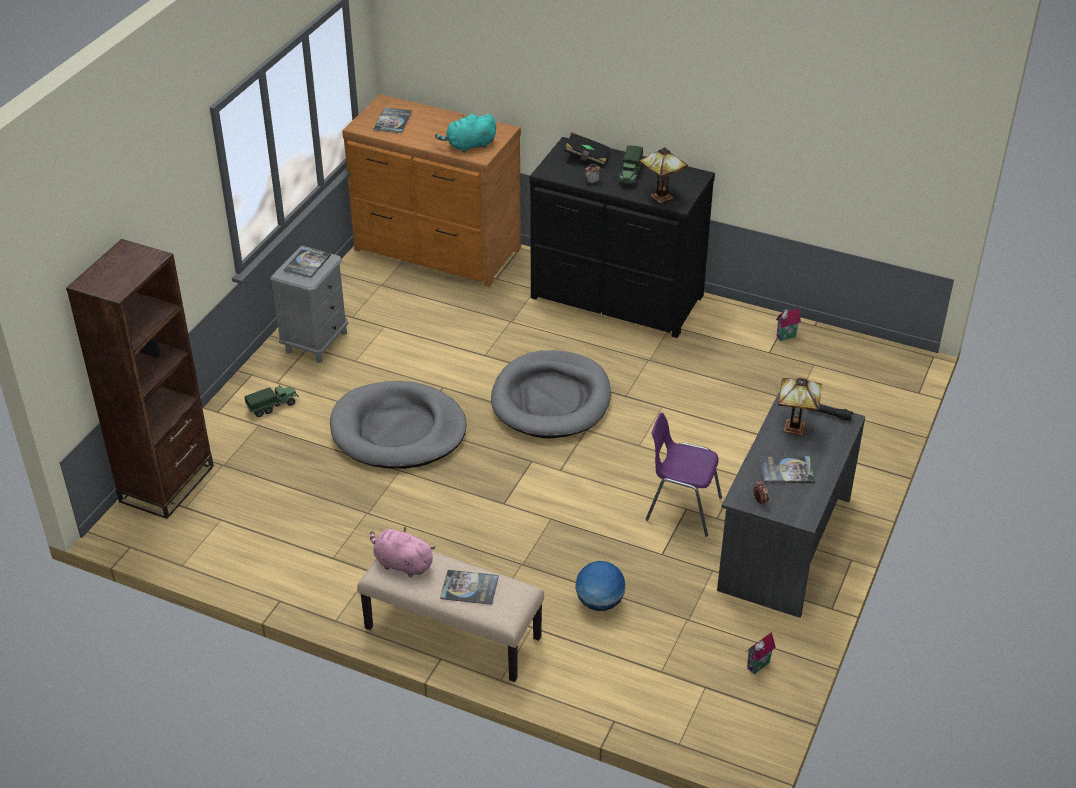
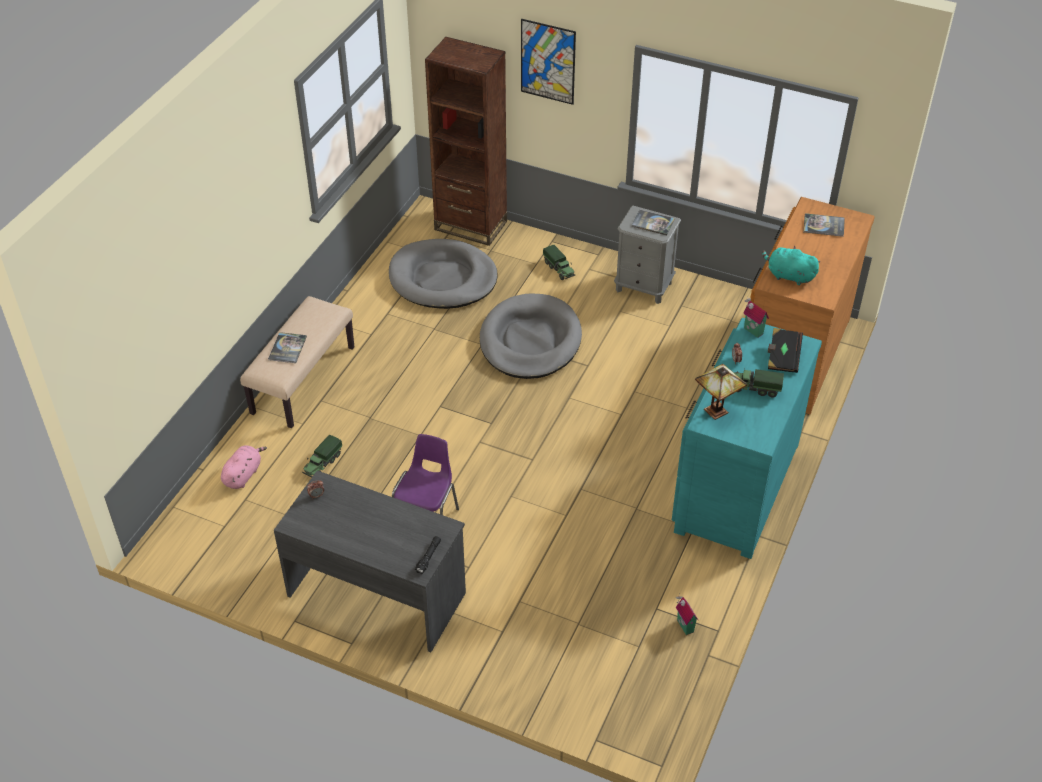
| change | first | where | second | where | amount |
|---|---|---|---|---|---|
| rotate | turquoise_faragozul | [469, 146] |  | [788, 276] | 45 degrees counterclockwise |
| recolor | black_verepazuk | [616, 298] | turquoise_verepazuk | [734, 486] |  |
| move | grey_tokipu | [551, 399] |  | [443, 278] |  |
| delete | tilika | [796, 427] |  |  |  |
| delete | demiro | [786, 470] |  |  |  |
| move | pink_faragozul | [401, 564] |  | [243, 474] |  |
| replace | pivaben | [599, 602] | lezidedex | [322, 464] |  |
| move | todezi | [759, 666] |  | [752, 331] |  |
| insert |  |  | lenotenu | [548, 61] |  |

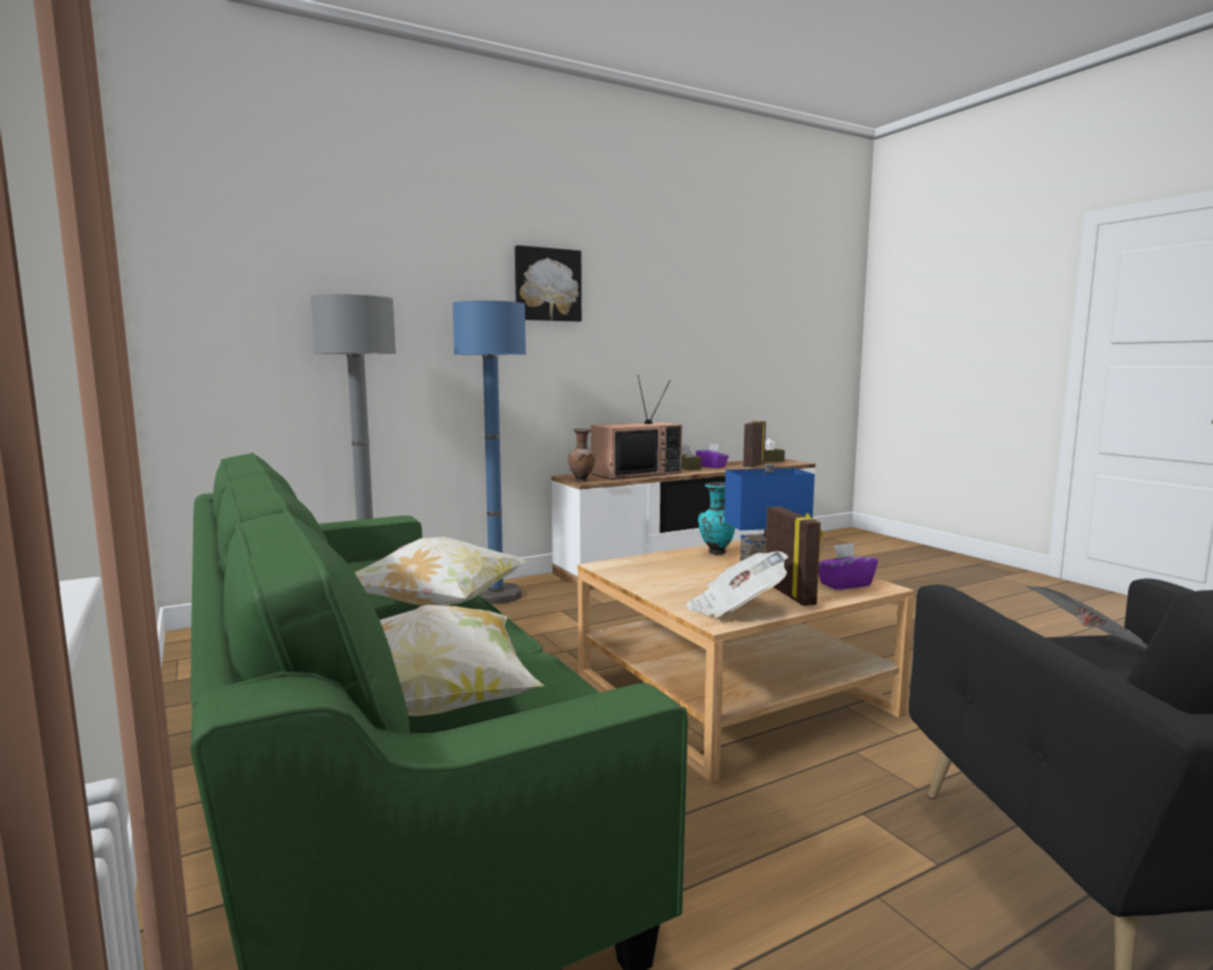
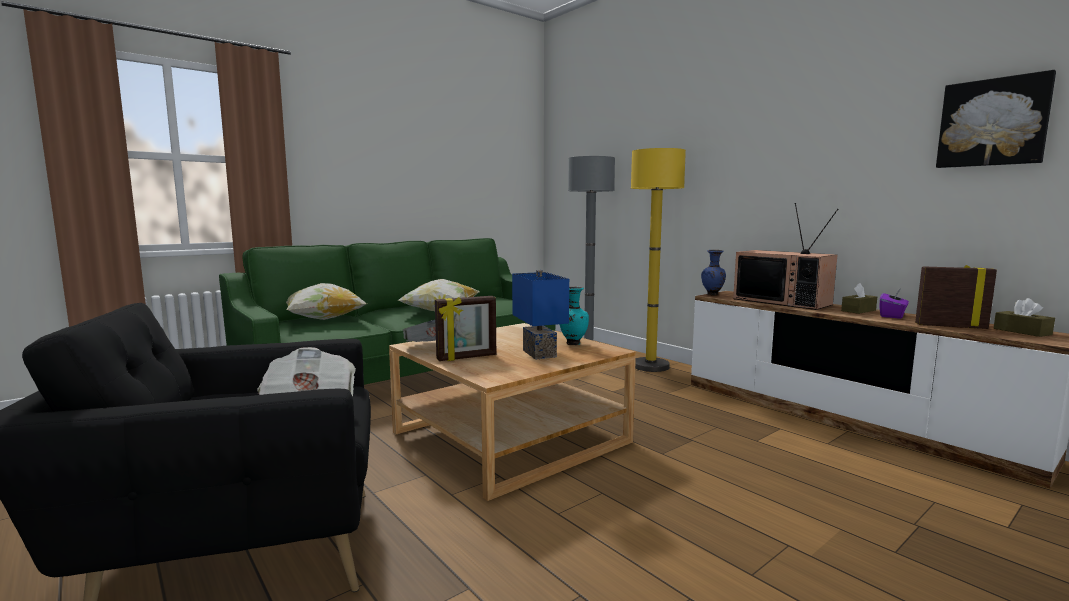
| change | first | where | second | where | amount |
|---|---|---|---|---|---|
| move | lenotenu | [547, 285] |  | [993, 123] |  |
| recolor | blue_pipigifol | [496, 596] | yellow_pipigifol | [650, 366] |  |
| recolor | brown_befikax | [582, 481] | blue_befikax | [712, 295] |  |
| delete | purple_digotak | [844, 584] |  |  |  |

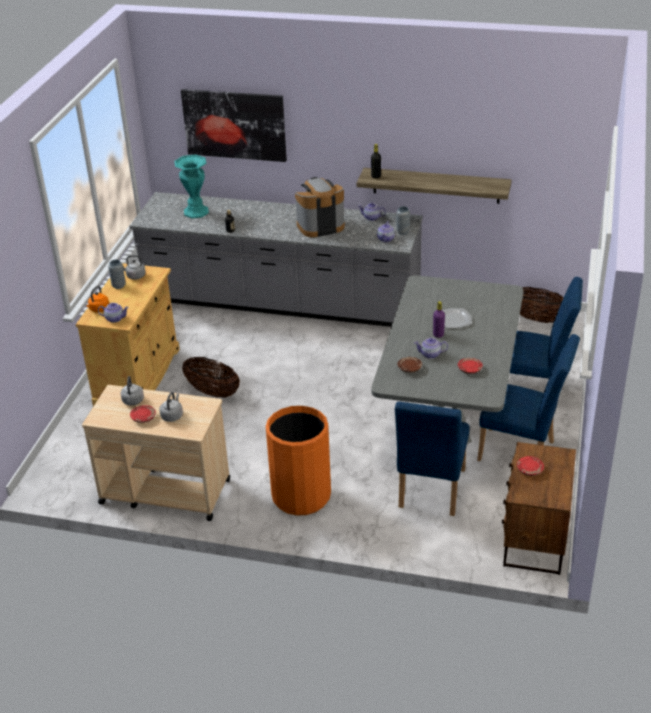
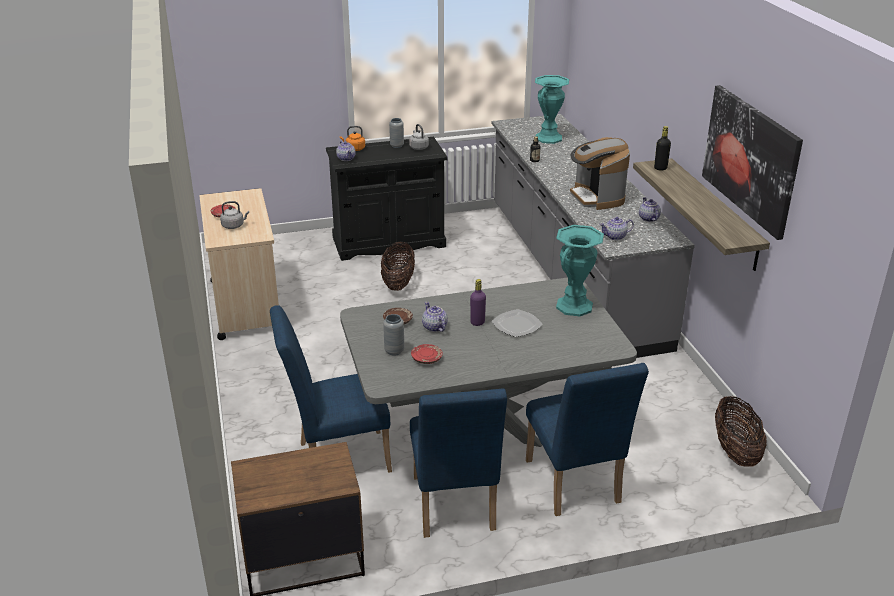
| change | first | where | second | where | amount |
|---|---|---|---|---|---|
| move | lenotenu | [234, 124] |  | [750, 159] |  |
| rotate | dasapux | [320, 226] |  | [597, 197] | 150 degrees counterclockwise |
| move | grey_befikax | [403, 232] |  | [394, 351] |  |
| recolor | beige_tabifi | [138, 377] | black_tabifi | [389, 242] |  |
| delete | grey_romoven | [133, 401] |  |  |  |
| delete | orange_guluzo | [301, 495] |  |  |  |
| delete | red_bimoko | [530, 470] |  |  |  |
| insert |  |  | turquoise_befikax | [574, 306] |  |

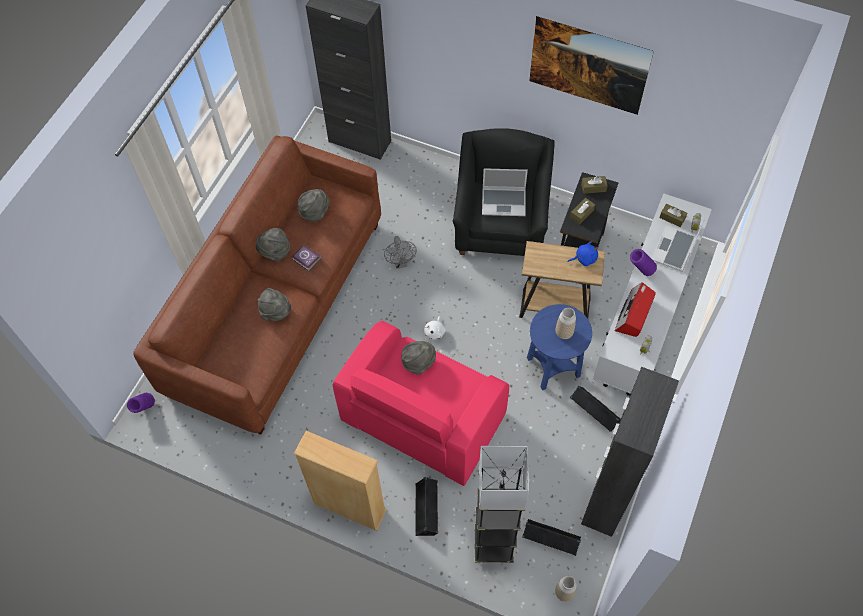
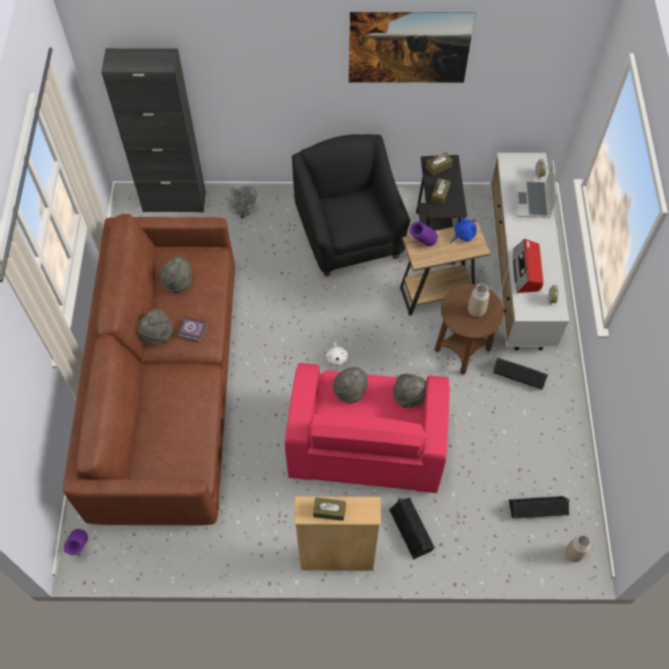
| change | first | where | second | where | amount |
|---|---|---|---|---|---|
| delete | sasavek | [504, 202] |  |  |  |
| move | brown_digotak | [672, 218] |  | [329, 511] |  |
| move | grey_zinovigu | [401, 263] |  | [243, 213] |  |
| move | purple_befikax | [640, 271] |  | [422, 243] |  |
| move | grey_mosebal | [276, 312] |  | [409, 396] |  |
| recolor | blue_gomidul | [553, 367] | brown_gomidul | [462, 350] |  |
| delete | black_tabifi | [607, 498] |  |  |  |
| delete | grey_pipigifol | [493, 545] |  |  |  |

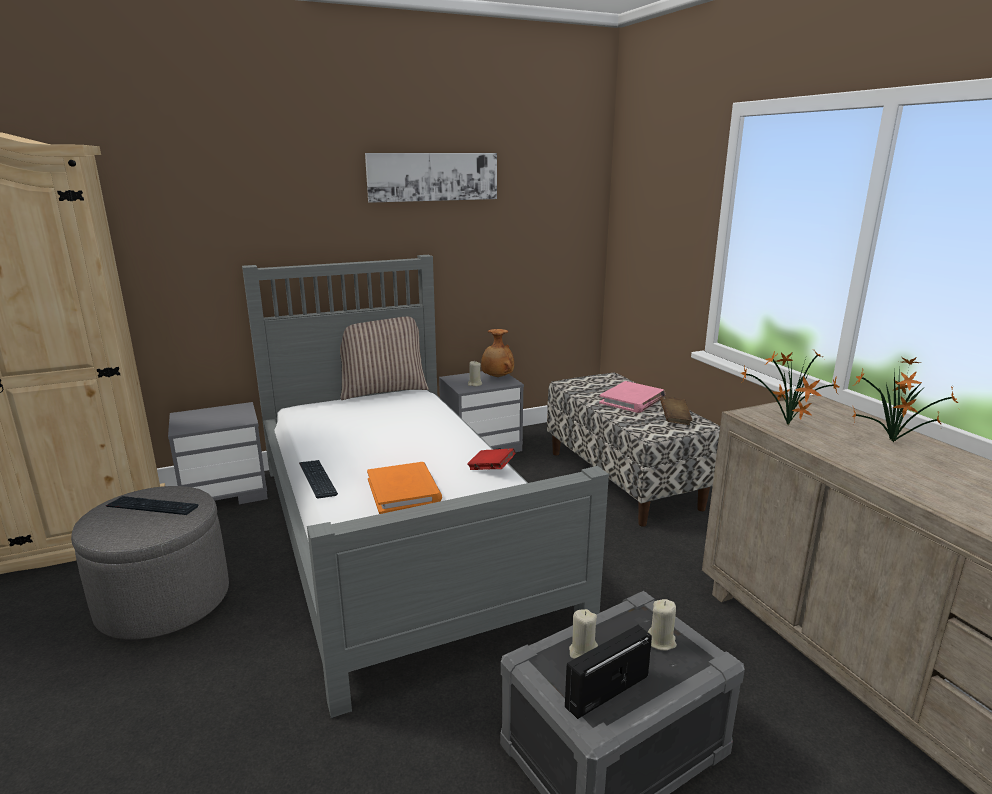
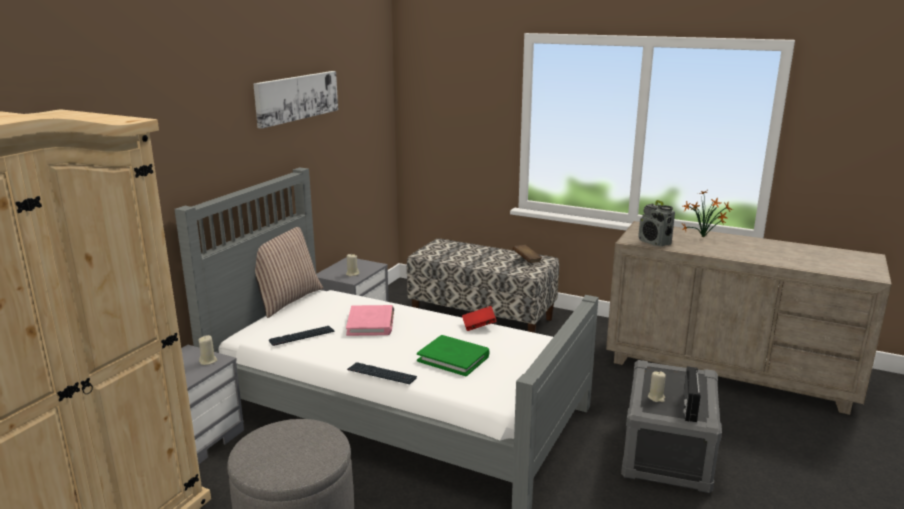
| change | first | where | second | where | amount |
|---|---|---|---|---|---|
| delete | brown_befikax | [497, 377] |  |  |  |
| replace | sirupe | [787, 426] | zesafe | [654, 242] |  |
| move | pink_demiro | [632, 400] |  | [371, 323] |  |
| recolor | orange_demiro | [404, 491] | green_demiro | [453, 358] |  |
| move | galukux | [152, 507] |  | [302, 337] |  |
| move | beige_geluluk | [661, 641] |  | [208, 361] |  |

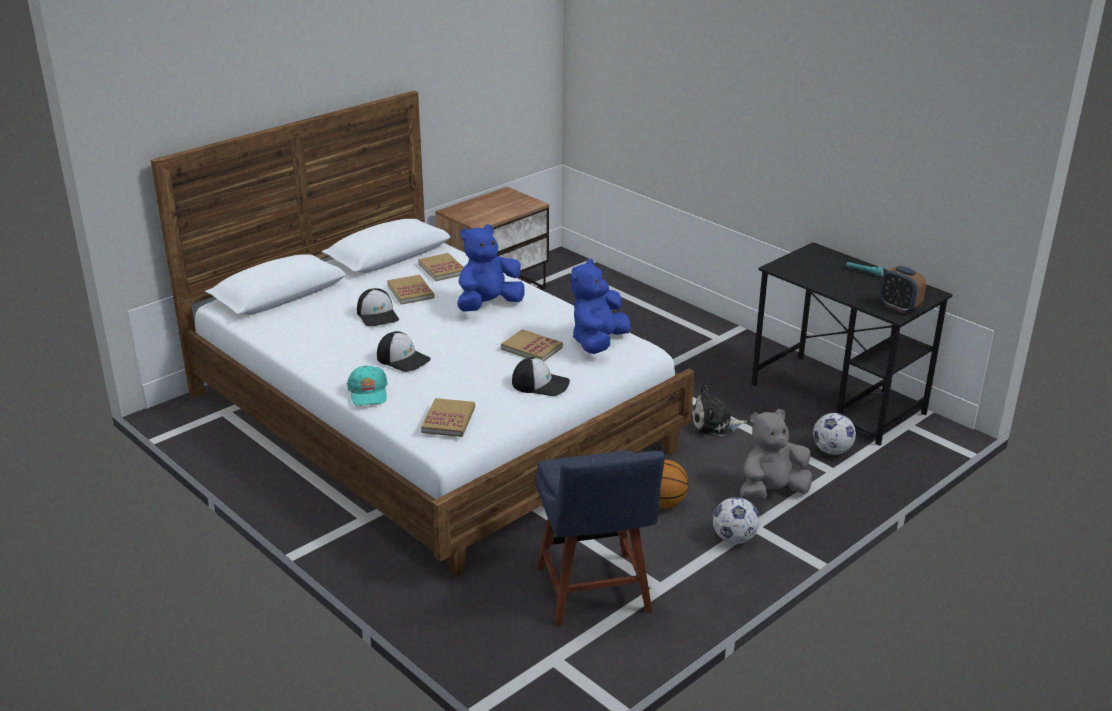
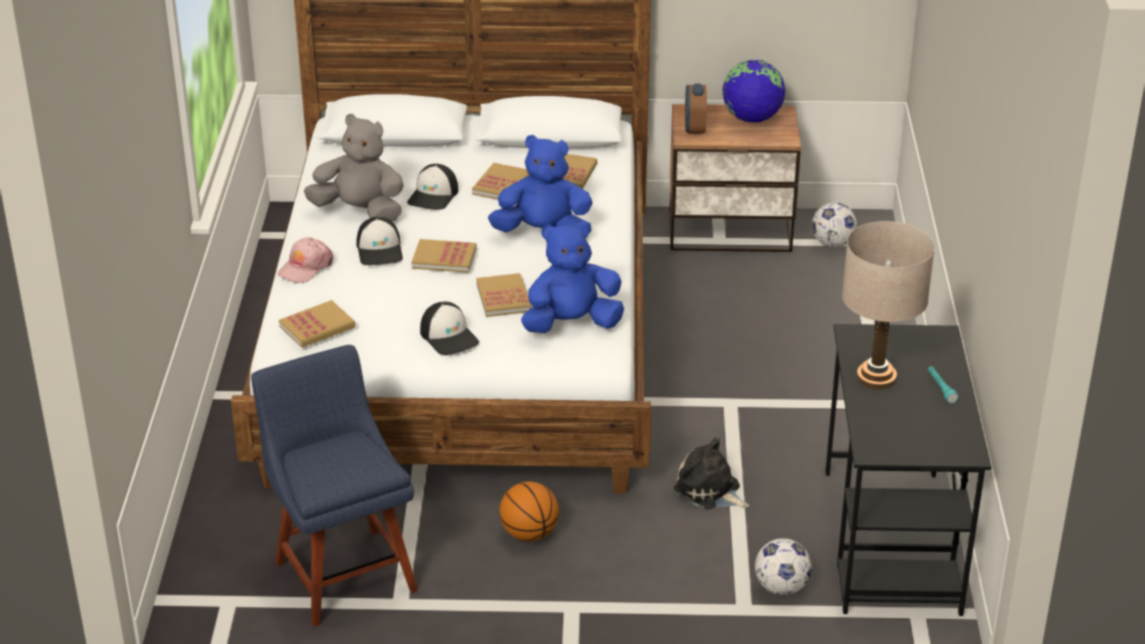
| change | first | where | second | where | amount |
|---|---|---|---|---|---|
| move | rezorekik | [899, 307] |  | [694, 128] |  |
| recolor | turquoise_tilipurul | [368, 392] | pink_tilipurul | [305, 267] |  |
| move | grey_faragozul | [771, 493] |  | [360, 212] |  |
| rotate | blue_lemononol | [594, 593] |  | [343, 571] | 120 degrees clockwise |
| move | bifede | [734, 539] |  | [832, 243] |  |
| insert |  |  | pivaben | [752, 118] |  |
| insert |  |  | beige_tilika | [876, 377] |  |
| insert |  |  | demiro | [444, 258] |  |

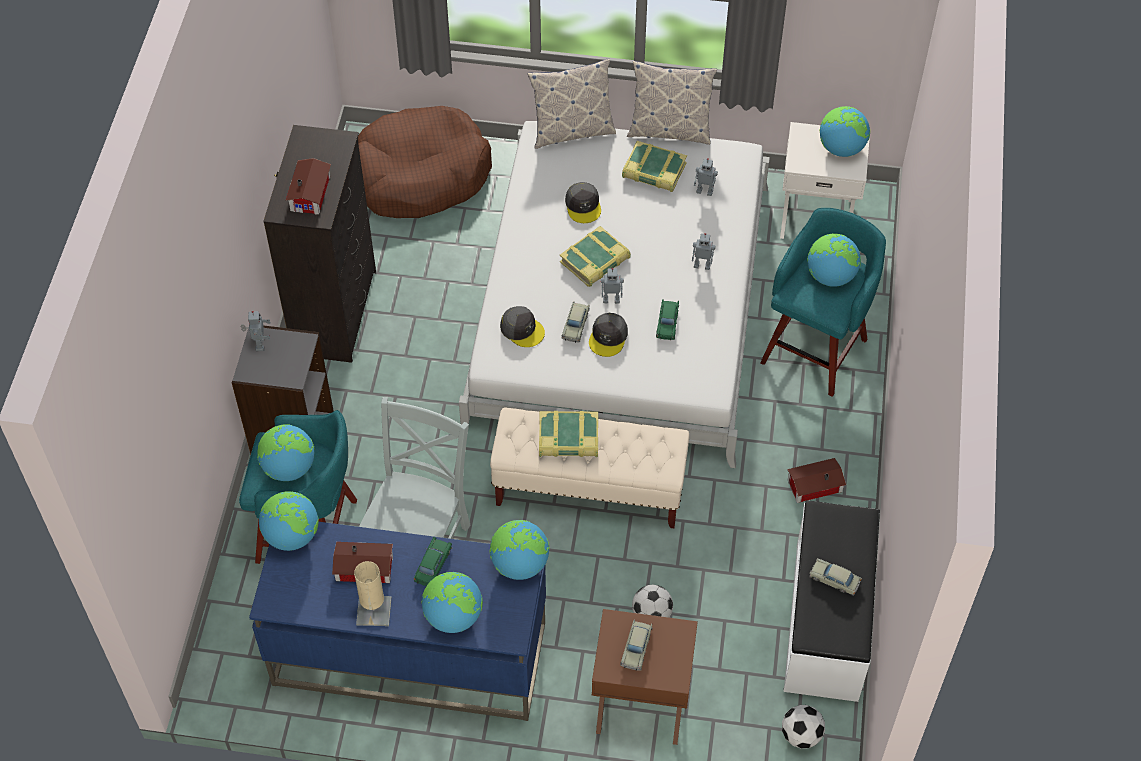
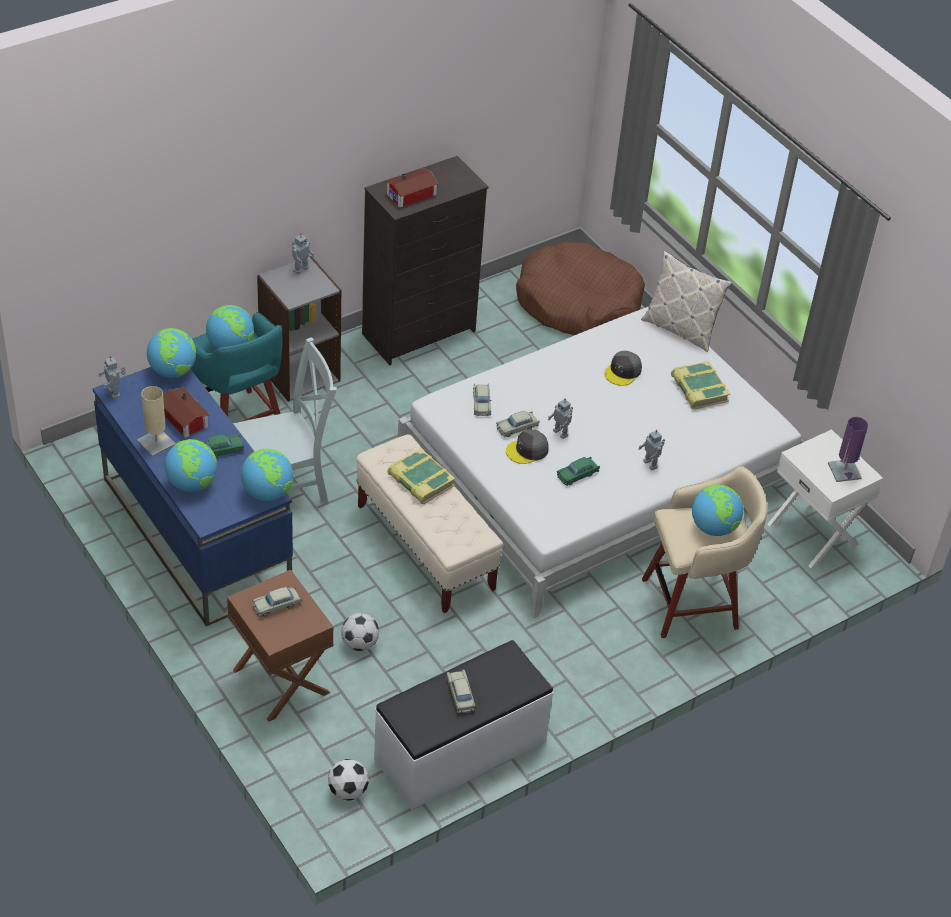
| change | first | where | second | where | amount |
|---|---|---|---|---|---|
| delete | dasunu | [669, 130] |  |  |  |
| replace | pivaben | [841, 148] | purple_tilika | [844, 471] |  |
| move | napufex | [705, 191] |  | [115, 393] |  |
| recolor | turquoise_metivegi | [816, 348] | beige_metivegi | [693, 603] |  |
| delete | demiro | [595, 261] |  |  |  |
| replace | grey_tilipurul | [522, 329] | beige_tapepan | [481, 403] |  |
| delete | todezi | [813, 485] |  |  |  |

